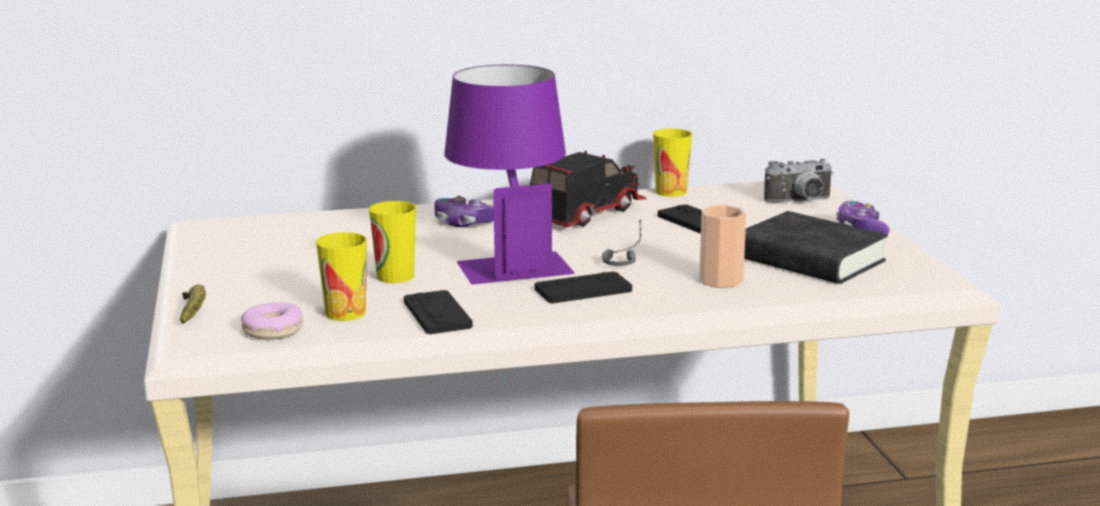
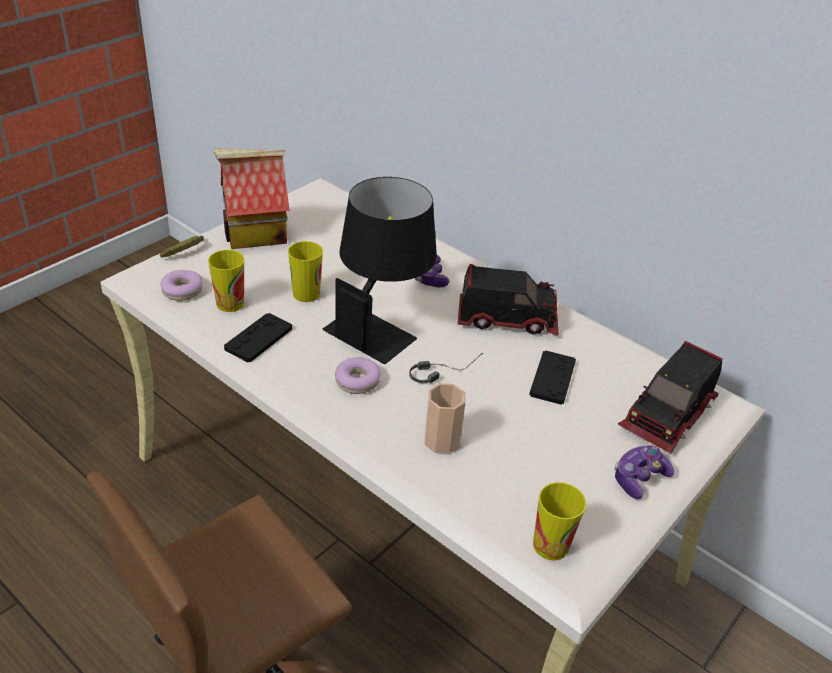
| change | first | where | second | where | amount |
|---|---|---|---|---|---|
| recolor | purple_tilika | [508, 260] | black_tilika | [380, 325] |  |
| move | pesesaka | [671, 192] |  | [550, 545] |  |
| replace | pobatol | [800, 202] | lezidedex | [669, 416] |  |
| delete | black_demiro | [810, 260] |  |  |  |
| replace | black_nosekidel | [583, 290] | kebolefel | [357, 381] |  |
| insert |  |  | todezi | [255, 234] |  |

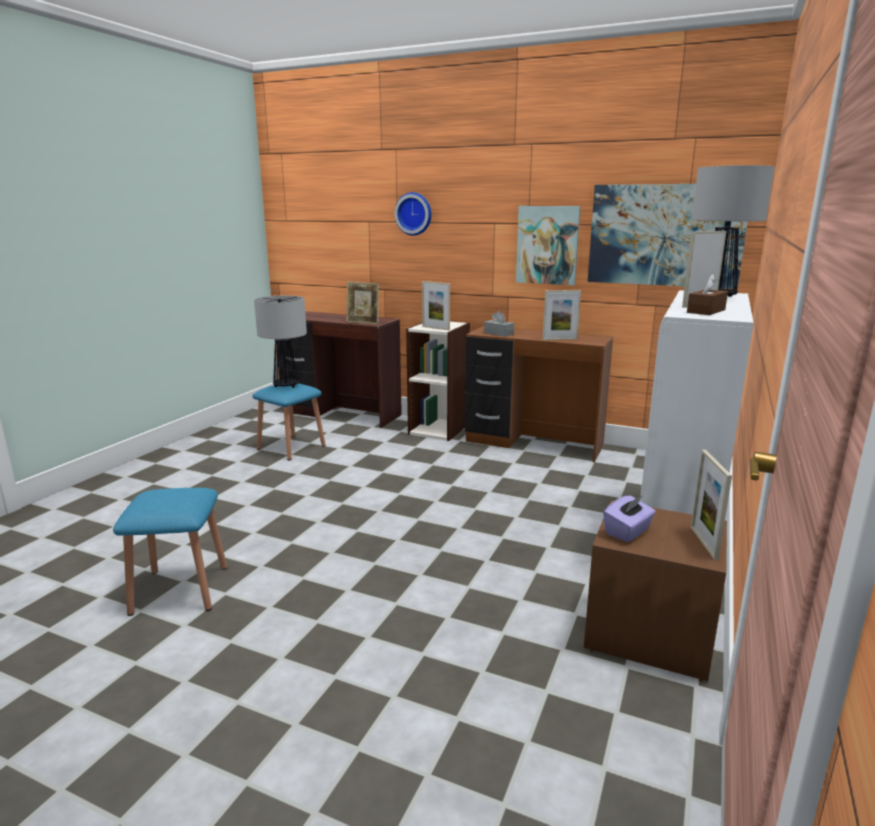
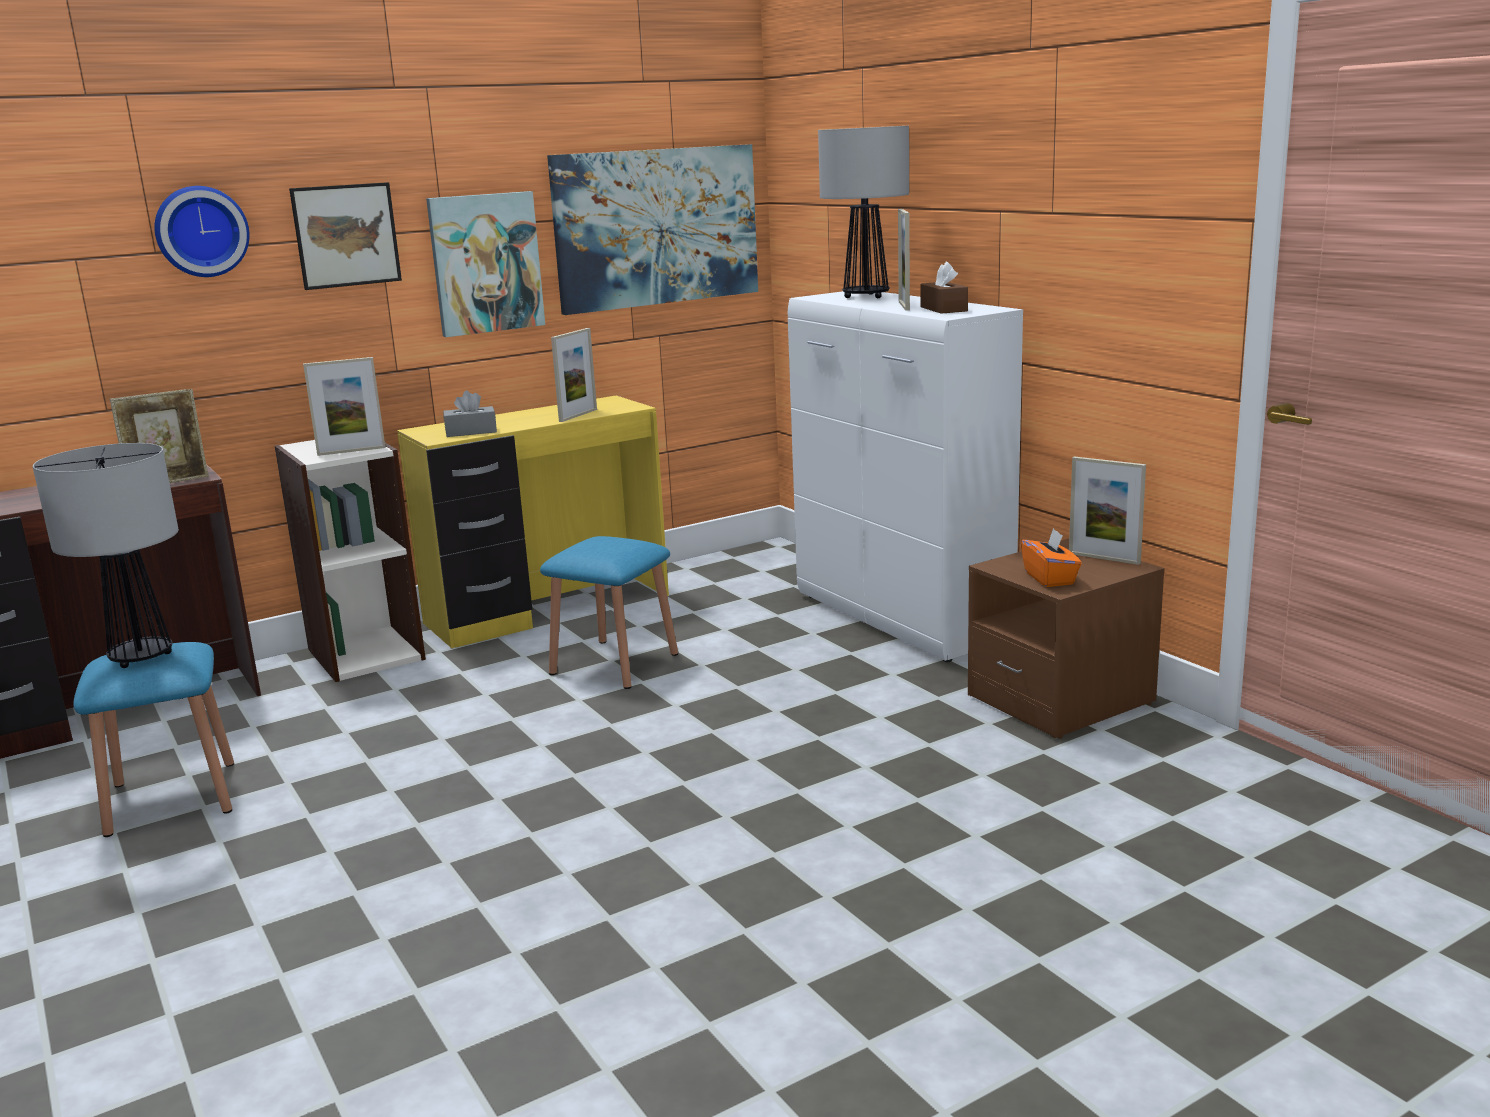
| change | first | where | second | where | amount |
|---|---|---|---|---|---|
| recolor | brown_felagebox | [533, 444] | yellow_felagebox | [549, 610] |  |
| move | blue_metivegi | [180, 589] |  | [614, 663] |  |
| recolor | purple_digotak | [628, 532] | orange_digotak | [1050, 578] |  |
| insert |  |  | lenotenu | [346, 235] |  |

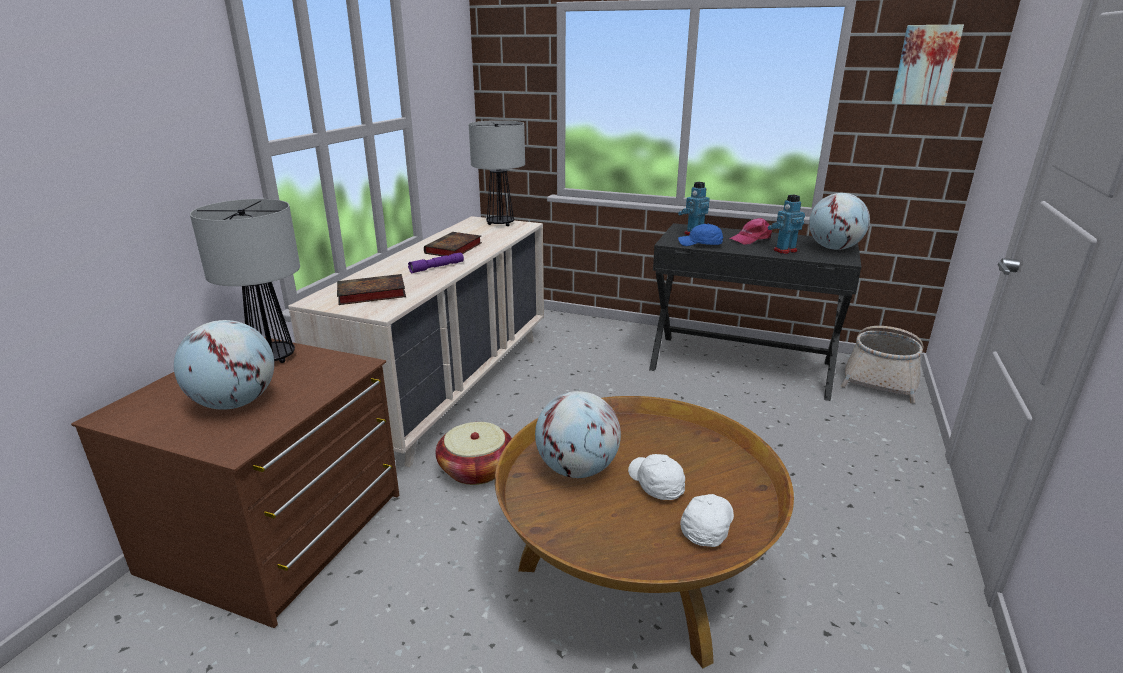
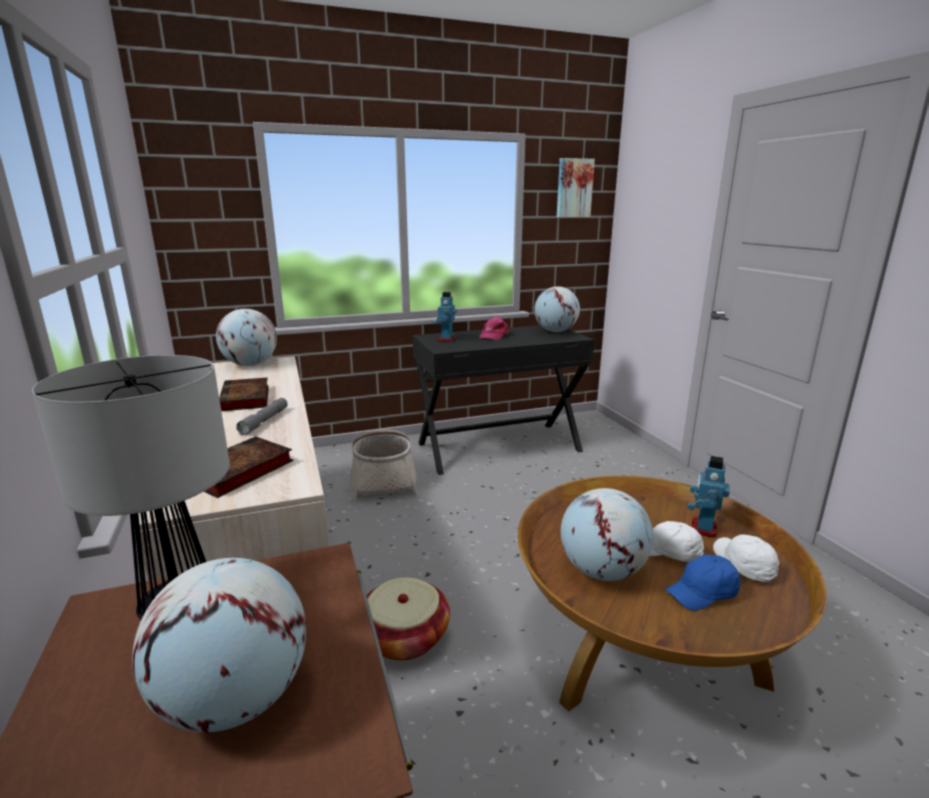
| change | first | where | second | where | amount |
|---|---|---|---|---|---|
| replace | tilika | [501, 224] | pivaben | [250, 365] |  |
| move | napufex | [784, 251] |  | [702, 528] |  |
| move | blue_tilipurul | [700, 244] |  | [703, 593] |  |
| recolor | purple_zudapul | [437, 267] | grey_zudapul | [264, 421] |  |
| move | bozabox | [881, 377] |  | [384, 478] |  |

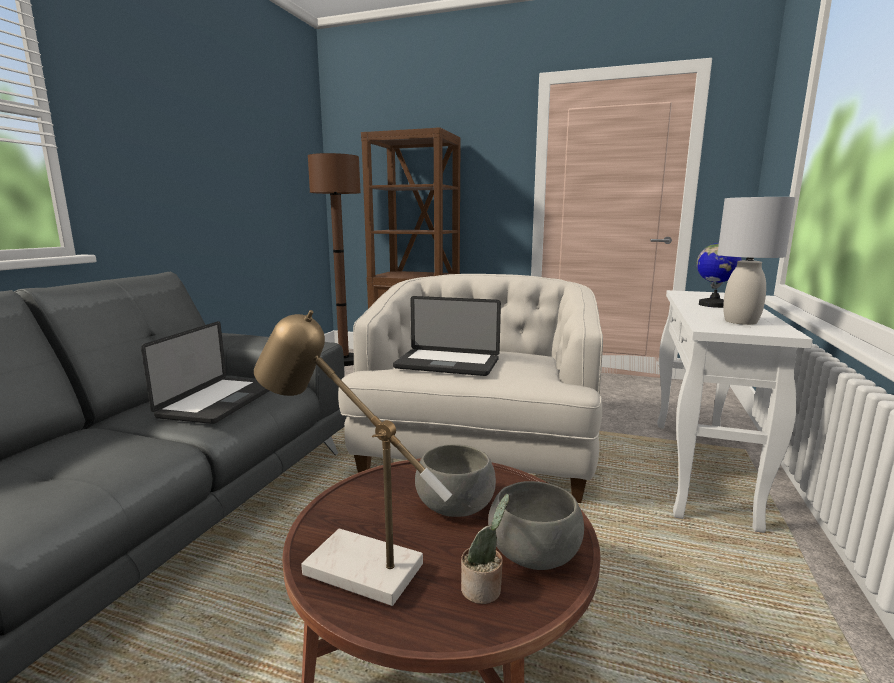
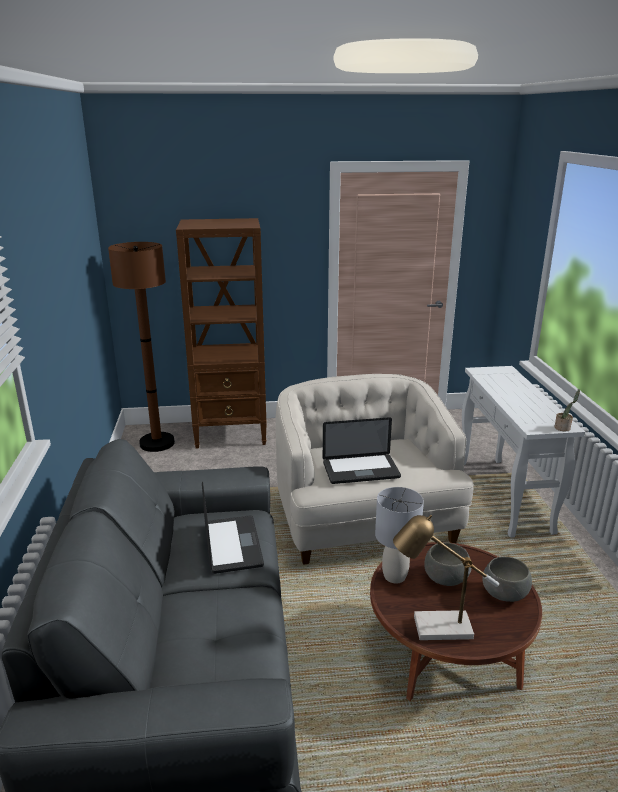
| change | first | where | second | where | amount |
|---|---|---|---|---|---|
| move | grey_tilika | [741, 321] |  | [395, 576] |  |
| delete | pivaben | [713, 305] |  |  |  |
| move | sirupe | [484, 590] |  | [563, 428] |  |

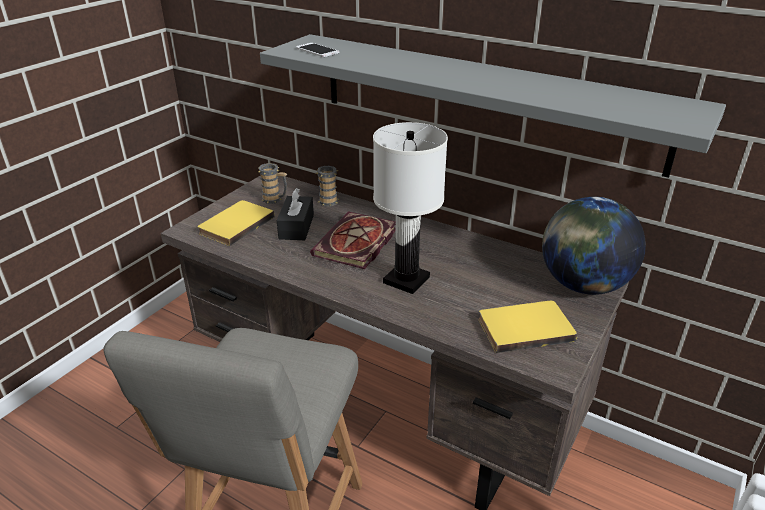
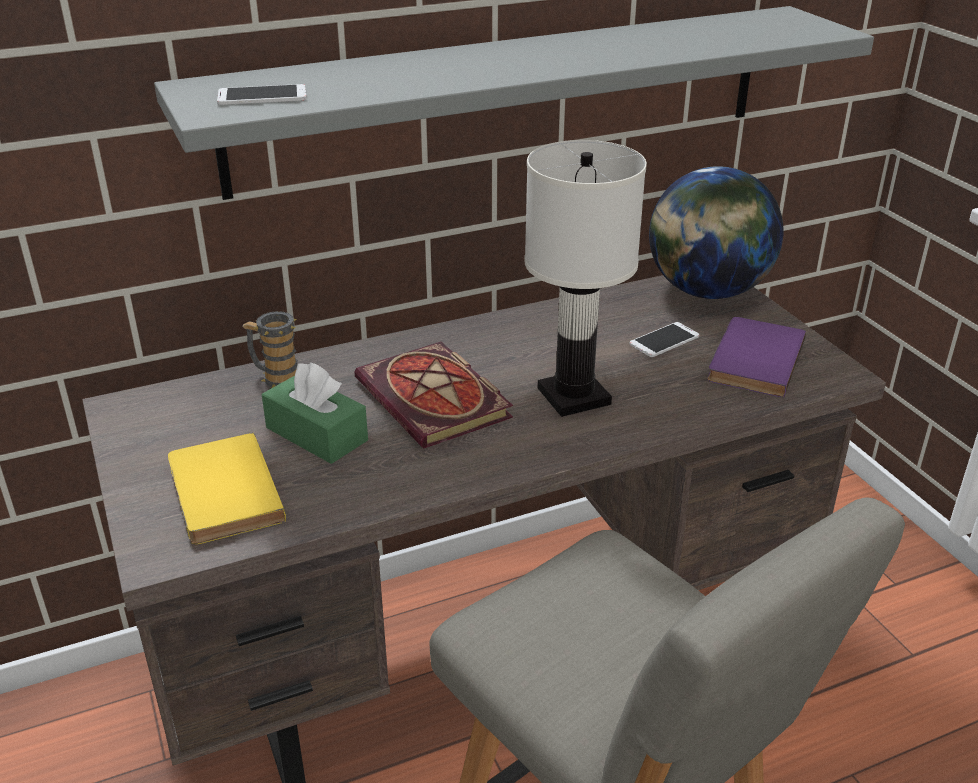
| change | first | where | second | where | amount |
|---|---|---|---|---|---|
| delete | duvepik | [275, 199] |  |  |  |
| recolor | black_digotak | [296, 227] | green_digotak | [316, 434] |  |
| recolor | yellow_demiro | [524, 327] | purple_demiro | [752, 360] |  |
| insert |  |  | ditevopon | [664, 340] |  |

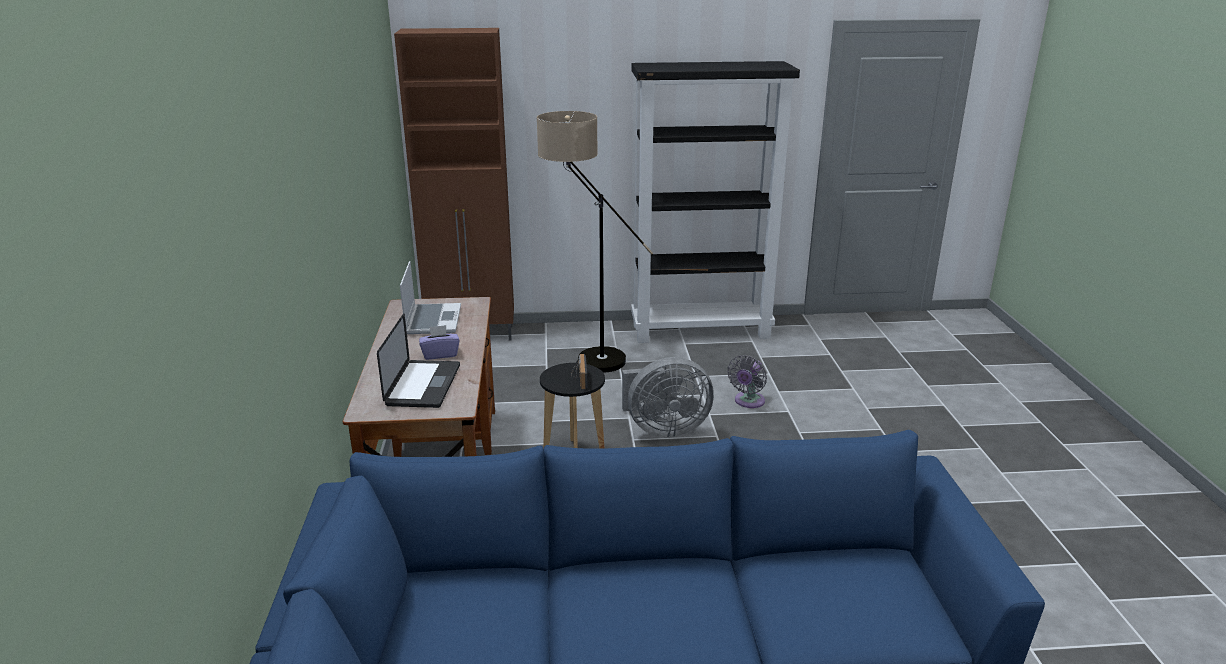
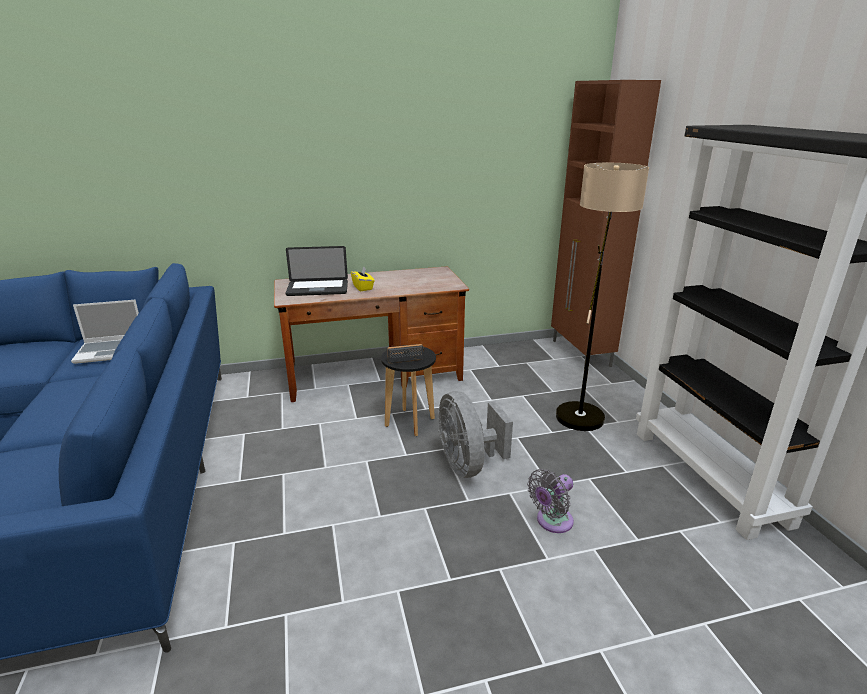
| change | first | where | second | where | amount |
|---|---|---|---|---|---|
| move | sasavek | [432, 320] |  | [112, 351] |  |
| recolor | purple_digotak | [440, 354] | yellow_digotak | [363, 287] |  |
| rotate | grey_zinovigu | [748, 402] |  | [552, 522] | 60 degrees counterclockwise |

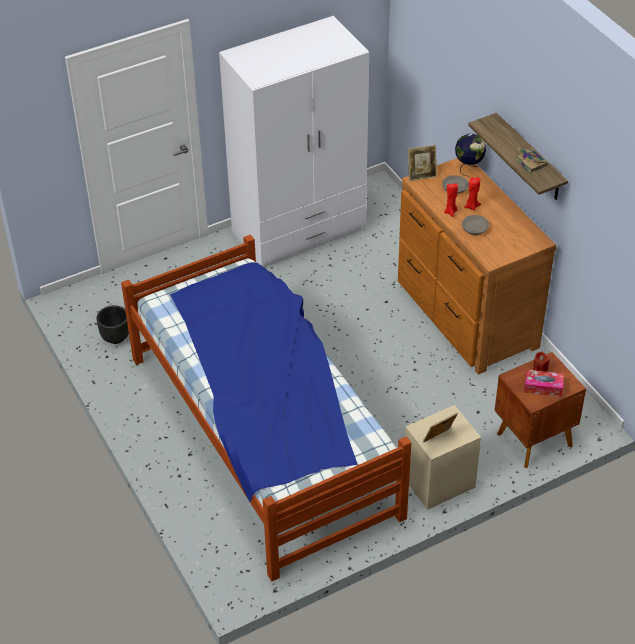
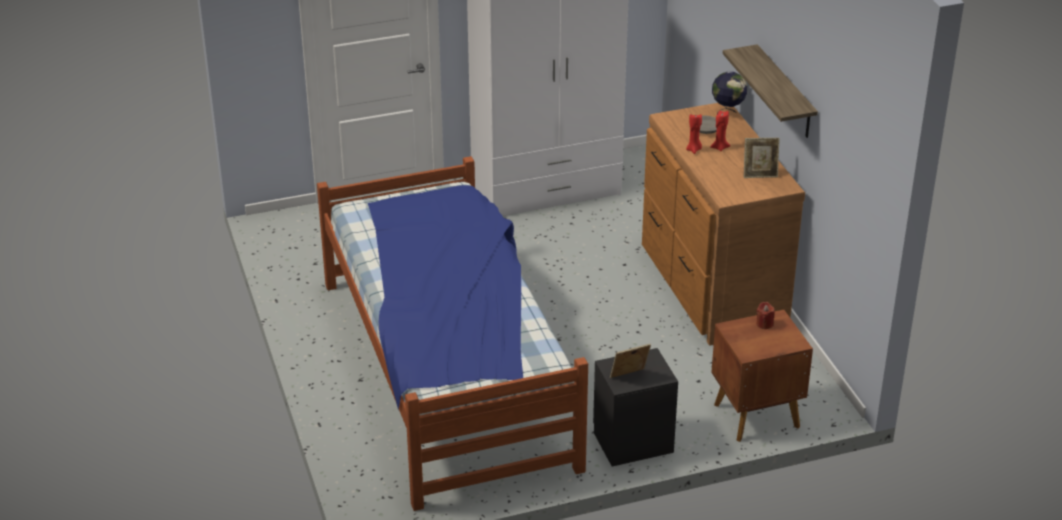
| change | first | where | second | where | amount |
|---|---|---|---|---|---|
| move | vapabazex | [421, 175] |  | [760, 174] |  |
| delete | demiro | [530, 162] |  |  |  |
| delete | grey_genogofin | [474, 229] |  |  |  |
| delete | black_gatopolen | [115, 337] |  |  |  |
| delete | digotak | [543, 387] |  |  |  |
| recolor | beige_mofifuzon | [439, 482] | black_mofifuzon | [633, 442] |  |

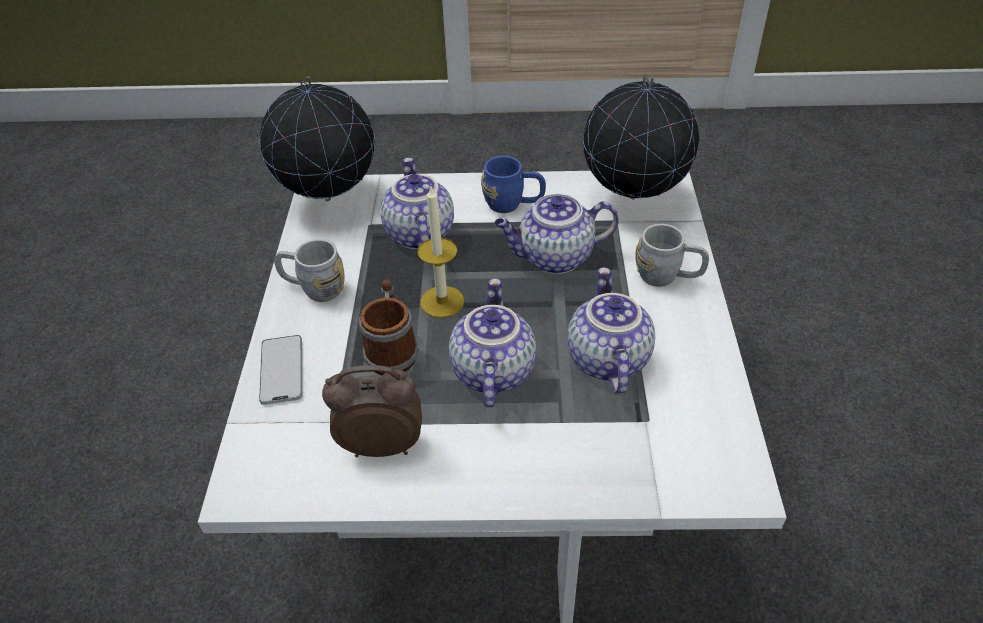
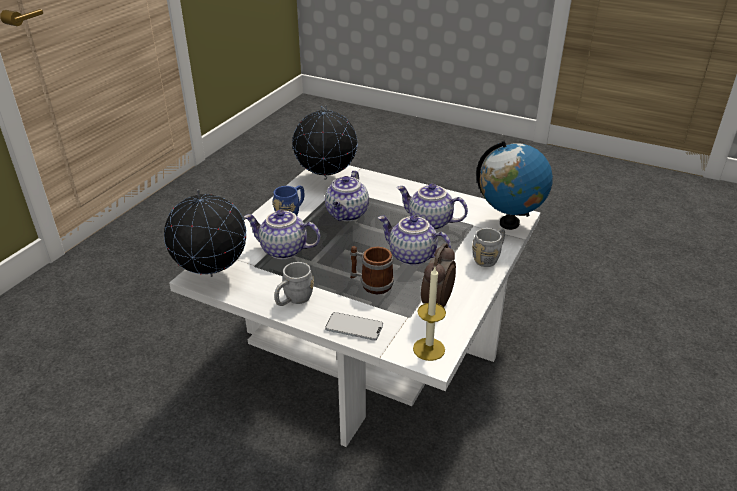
| change | first | where | second | where | amount |
|---|---|---|---|---|---|
| move | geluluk | [442, 302] |  | [429, 349] |  |
| move | grey_duvepik | [668, 277] |  | [489, 257] |  |
| insert |  |  | pivaben | [509, 223] |  |

